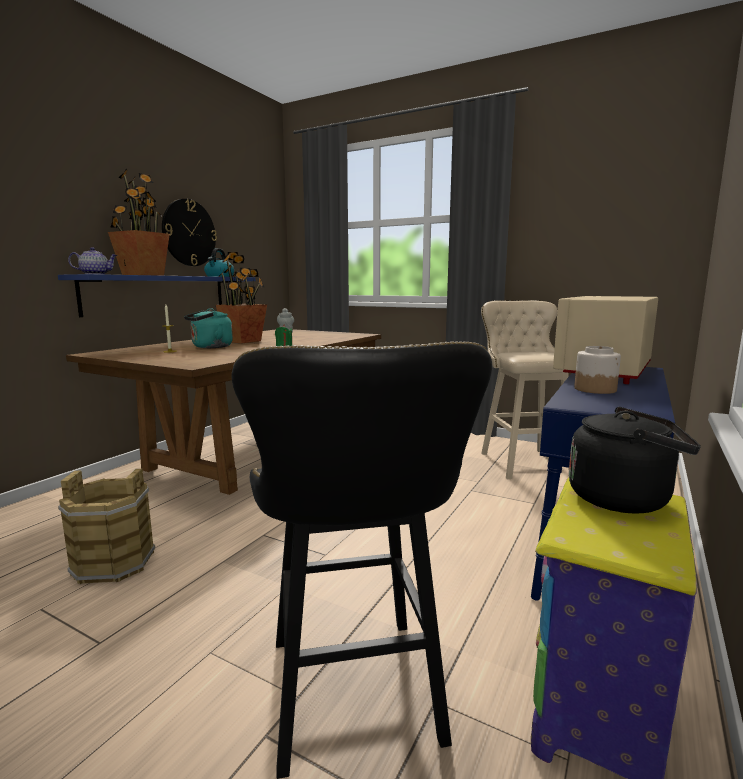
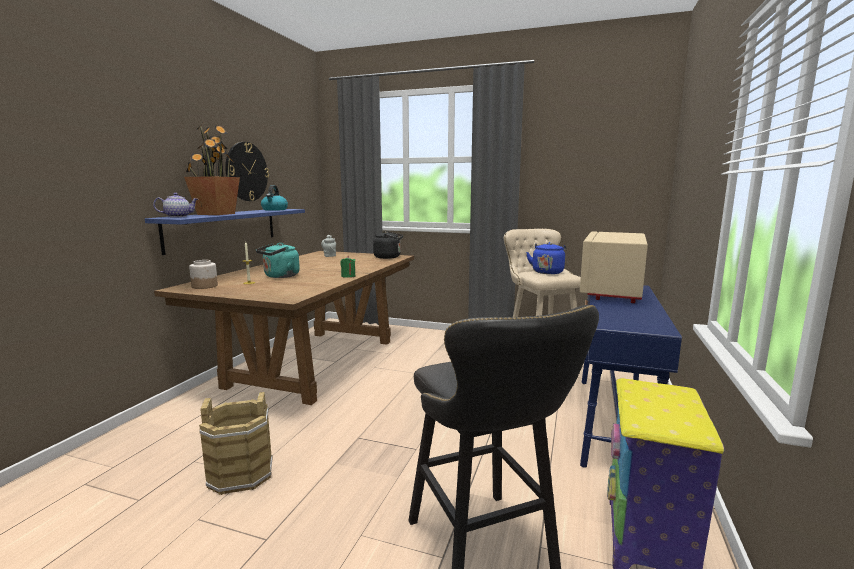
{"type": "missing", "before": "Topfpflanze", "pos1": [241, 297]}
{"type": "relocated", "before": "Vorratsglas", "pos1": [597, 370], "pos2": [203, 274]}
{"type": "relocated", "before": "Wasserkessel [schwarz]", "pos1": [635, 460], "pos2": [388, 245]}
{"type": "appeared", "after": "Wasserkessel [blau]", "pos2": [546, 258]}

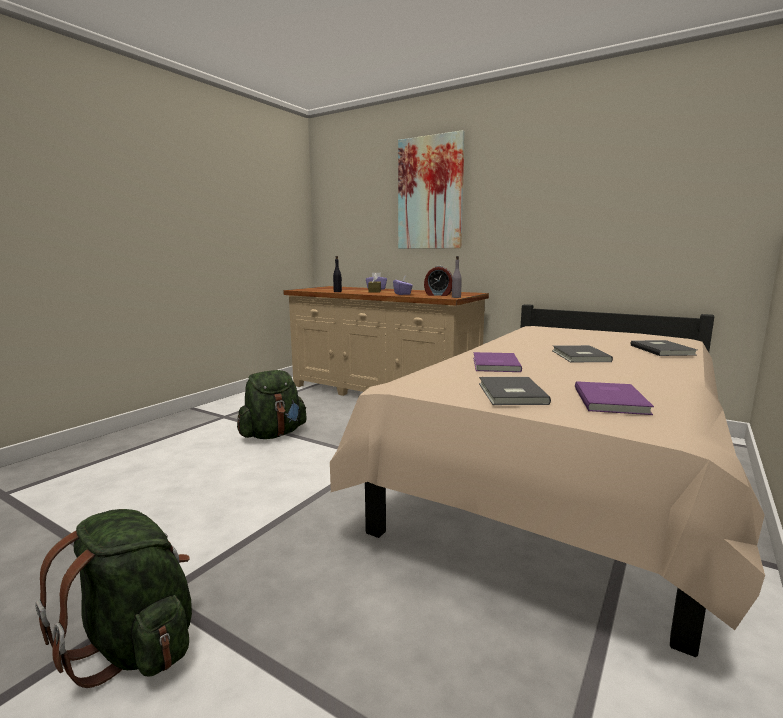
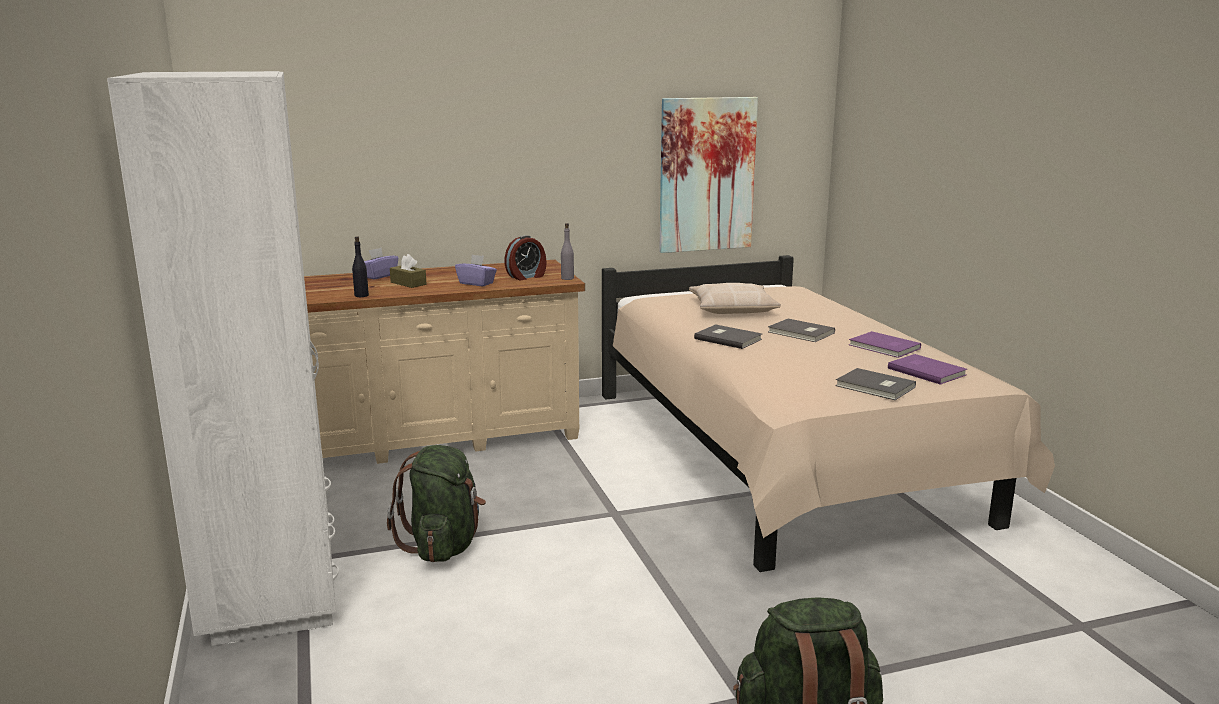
{"type": "relocated", "before": "Bild", "pos1": [431, 189], "pos2": [708, 175]}
{"type": "relocated", "before": "Buch [grau]", "pos1": [663, 348], "pos2": [728, 336]}
{"type": "relocated", "before": "Buch [lila]", "pos1": [497, 362], "pos2": [885, 344]}
{"type": "appeared", "after": "Kleiderschrank [weiß]", "pos2": [223, 358]}
{"type": "appeared", "after": "Kissen [beige]", "pos2": [735, 298]}

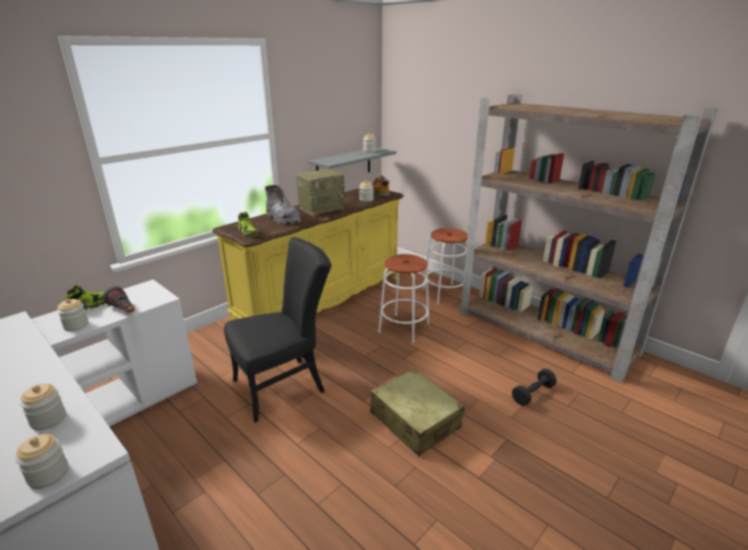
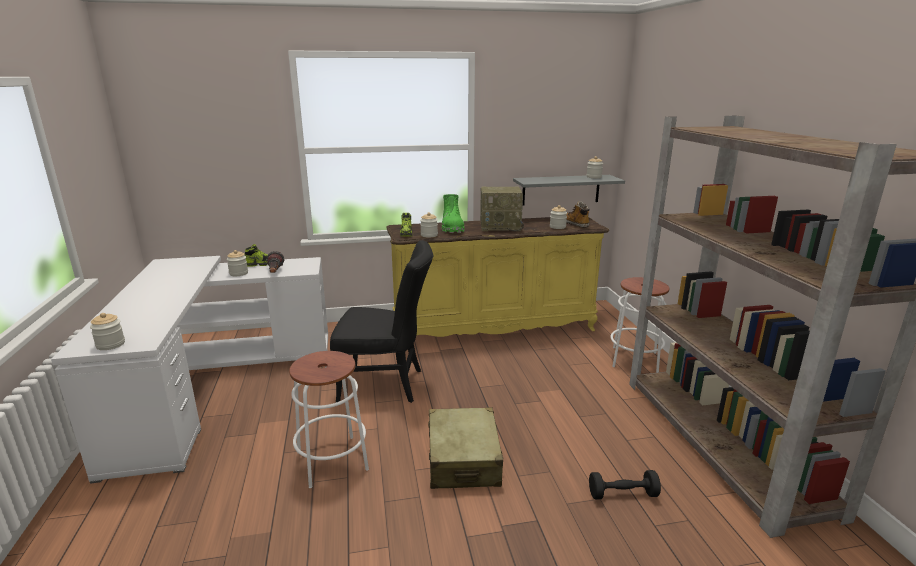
{"type": "colour", "before": "Stiefel [grau]", "after": "Stiefel [grün]", "pos1": [283, 204], "pos2": [453, 213]}
{"type": "relocated", "before": "Hocker [weiß]", "pos1": [403, 298], "pos2": [329, 419]}
{"type": "relocated", "before": "Vorratsglas", "pos1": [43, 407], "pos2": [429, 225]}

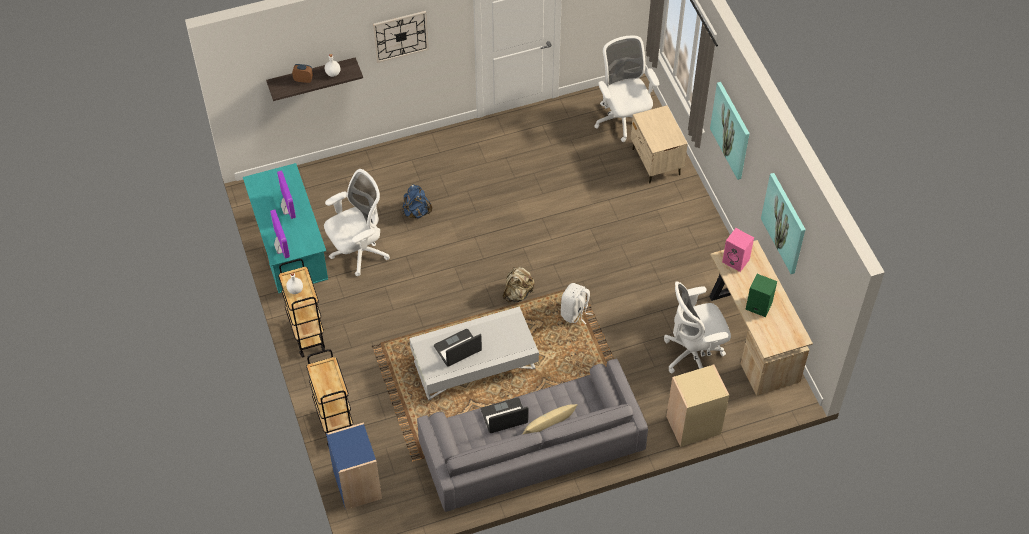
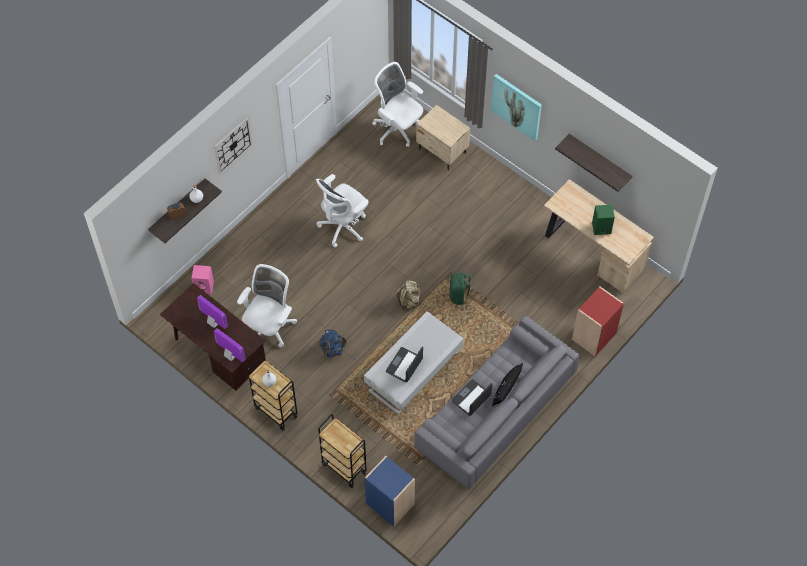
{"type": "colour", "before": "Schreibtisch [türkis]", "after": "Schreibtisch [braun]", "pos1": [285, 228], "pos2": [213, 337]}
{"type": "exchanged", "before": "Bild", "after": "Wandregal", "pos1": [783, 223], "pos2": [593, 163]}
{"type": "relocated", "before": "Rucksack [blau]", "pos1": [417, 202], "pos2": [332, 343]}
{"type": "relocated", "before": "Lautsprecher [rosa]", "pos1": [738, 250], "pos2": [203, 279]}
{"type": "relocated", "before": "Bürostuhl [weiß]", "pos1": [697, 327], "pos2": [342, 211]}
{"type": "colour", "before": "Rucksack [weiß]", "after": "Rucksack [grün]", "pos1": [577, 303], "pos2": [461, 289]}
{"type": "colour", "before": "Bücherregal [beige]", "after": "Bücherregal [rot]", "pos1": [697, 405], "pos2": [598, 321]}
{"type": "colour", "before": "Kissen [beige]", "after": "Kissen [schwarz]", "pos1": [550, 419], "pos2": [507, 384]}

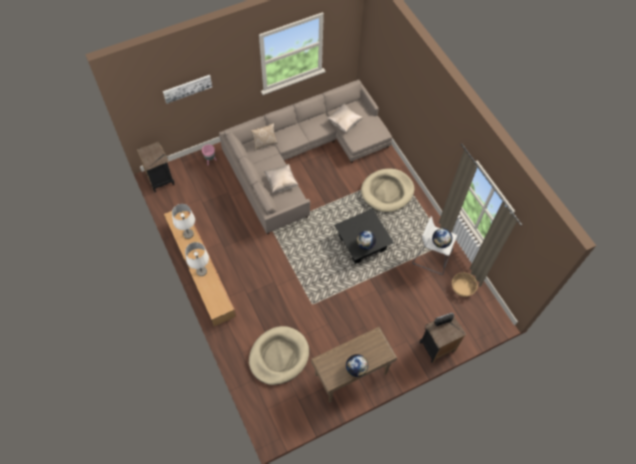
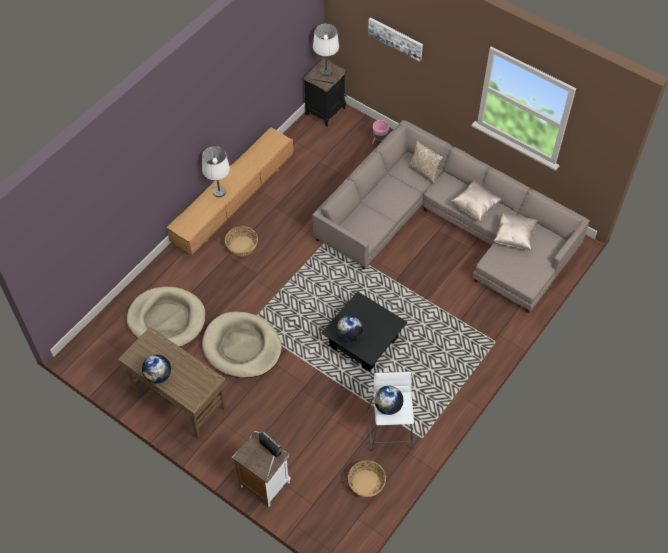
{"type": "relocated", "before": "Kissen [beige]", "pos1": [281, 178], "pos2": [476, 200]}
{"type": "relocated", "before": "Hundebett [beige]", "pos1": [387, 190], "pos2": [242, 345]}
{"type": "relocated", "before": "Tischlampe [weiß]", "pos1": [183, 221], "pos2": [326, 50]}
{"type": "colour", "before": "Nachttisch [schwarz]", "after": "Nachttisch [weiß]", "pos1": [443, 339], "pos2": [261, 469]}
{"type": "appeared", "after": "Korb", "pos2": [241, 241]}

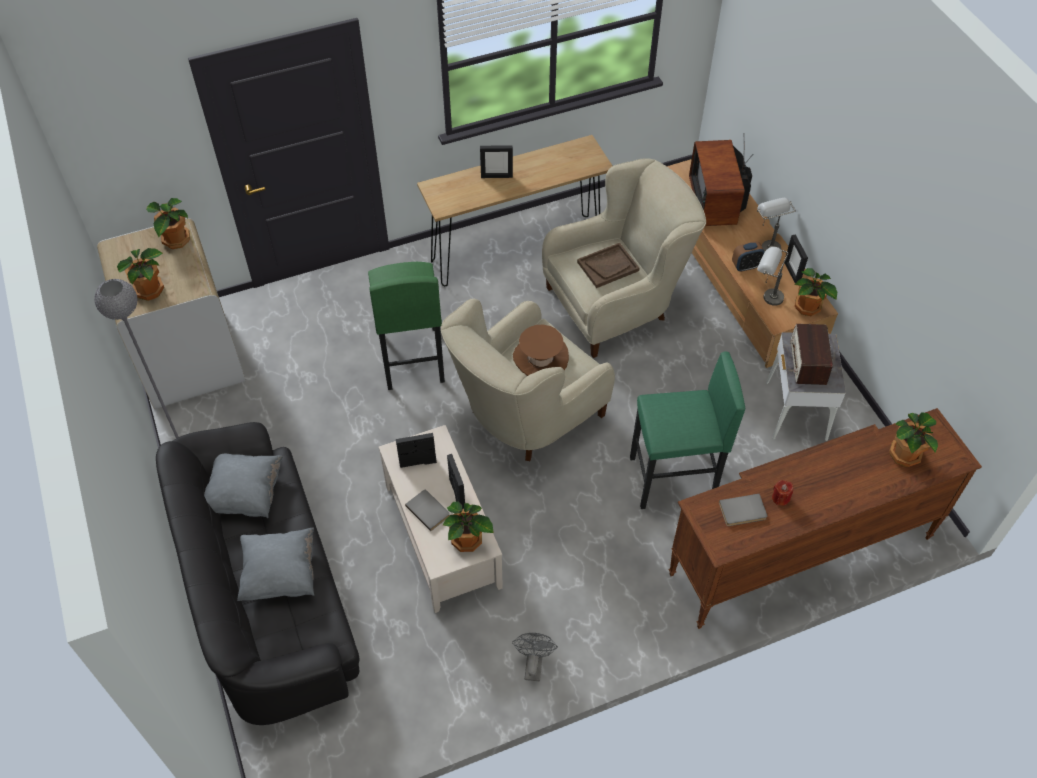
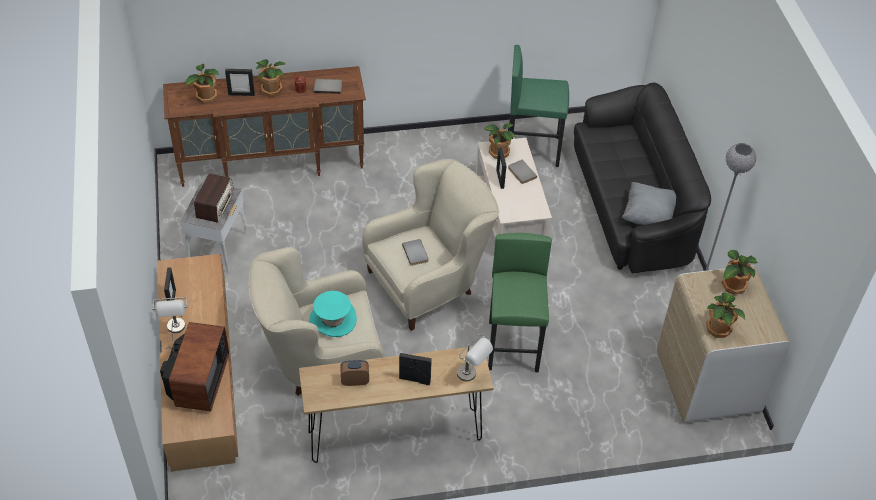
{"type": "relocated", "before": "Wecker", "pos1": [748, 256], "pos2": [354, 373]}
{"type": "exchanged", "before": "Tablett [braun]", "after": "Hut [türkis]", "pos1": [608, 265], "pos2": [333, 314]}
{"type": "relocated", "before": "Tischlampe [grau]", "pos1": [773, 276], "pos2": [475, 357]}
{"type": "relocated", "before": "Topfpflanze", "pos1": [815, 292], "pos2": [271, 78]}
{"type": "exchanged", "before": "Hut [braun]", "after": "Buch [grau]", "pos1": [541, 350], "pos2": [415, 252]}
{"type": "relocated", "before": "Hocker [grün]", "pos1": [687, 430], "pos2": [538, 106]}
{"type": "relocated", "before": "Bilderrahmen", "pos1": [416, 450], "pos2": [240, 82]}
{"type": "missing", "before": "Kissen [grau]", "pos1": [275, 564]}
{"type": "missing", "before": "Ventilator [grau]", "pos1": [535, 657]}

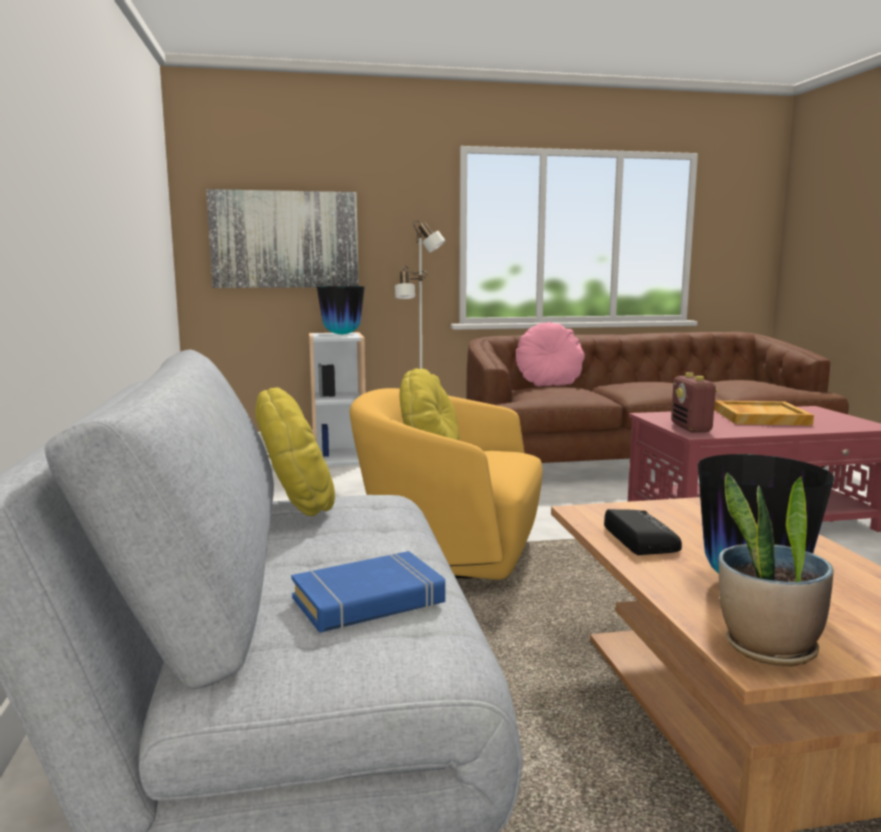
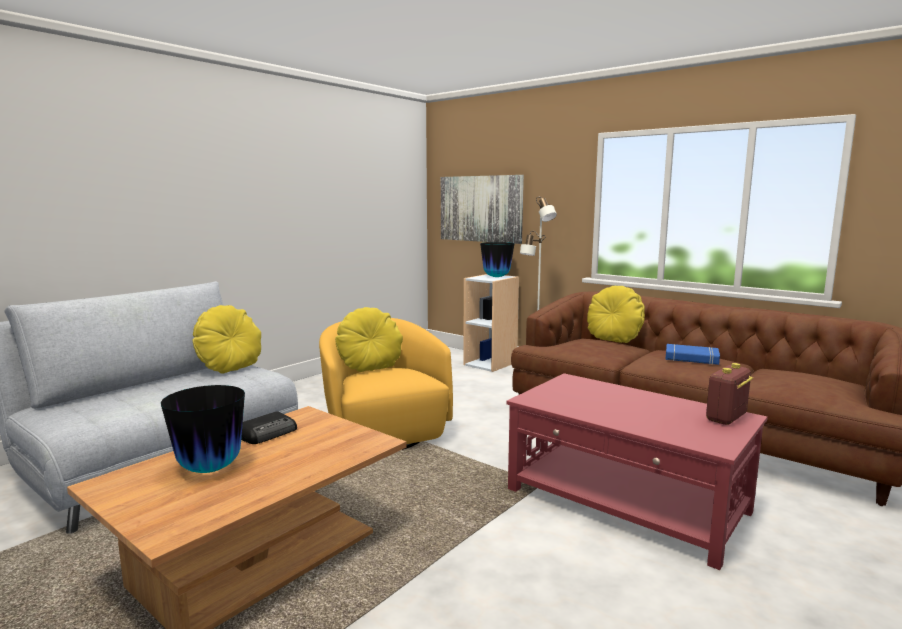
{"type": "colour", "before": "Kissen [rosa]", "after": "Kissen [gelb]", "pos1": [550, 354], "pos2": [616, 314]}
{"type": "relocated", "before": "Radio", "pos1": [695, 402], "pos2": [729, 394]}
{"type": "missing", "before": "Tablett [beige]", "pos1": [764, 413]}
{"type": "missing", "before": "Topfpflanze", "pos1": [776, 570]}
{"type": "relocated", "before": "Buch [blau]", "pos1": [368, 592], "pos2": [692, 354]}

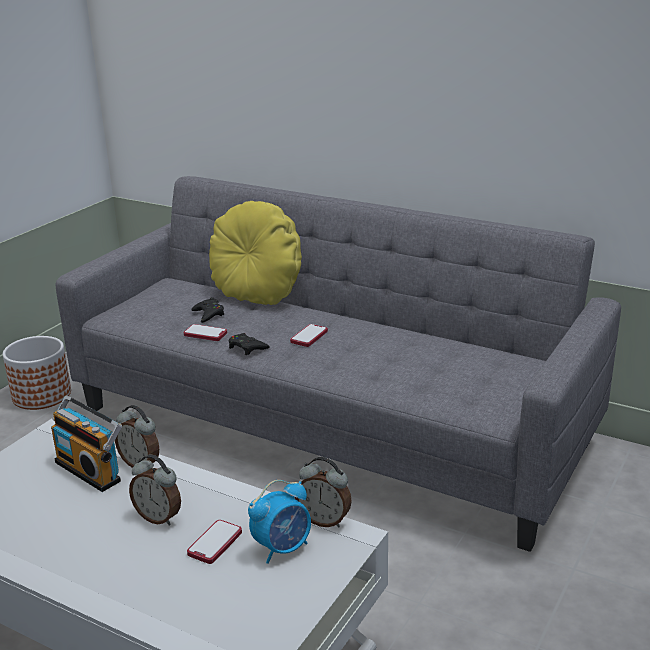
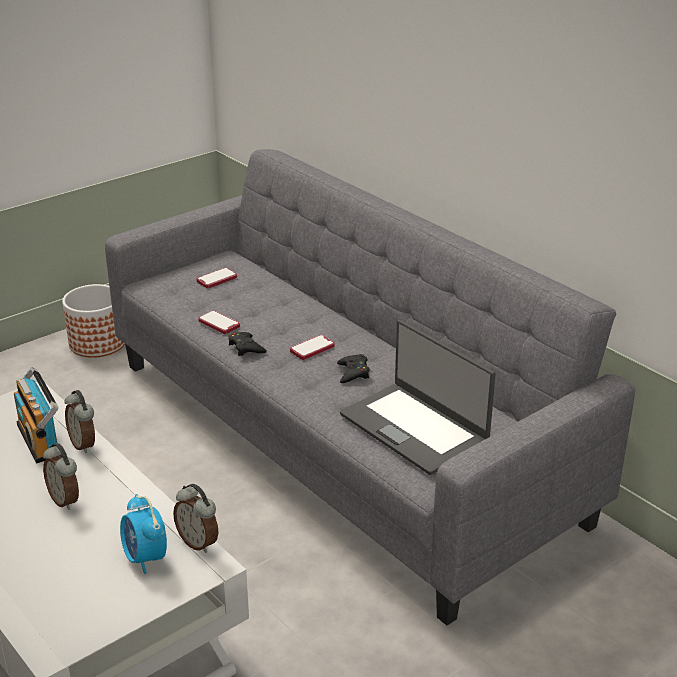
{"type": "missing", "before": "Kissen [gelb]", "pos1": [255, 253]}
{"type": "relocated", "before": "Gamepad [schwarz]", "pos1": [207, 310], "pos2": [353, 368]}
{"type": "spun", "before": "Wecker", "pos1": [279, 522], "pos2": [143, 534], "turn": 75}
{"type": "relocated", "before": "Handy", "pos1": [214, 542], "pos2": [217, 278]}
{"type": "appeared", "after": "Laptop", "pos2": [418, 397]}

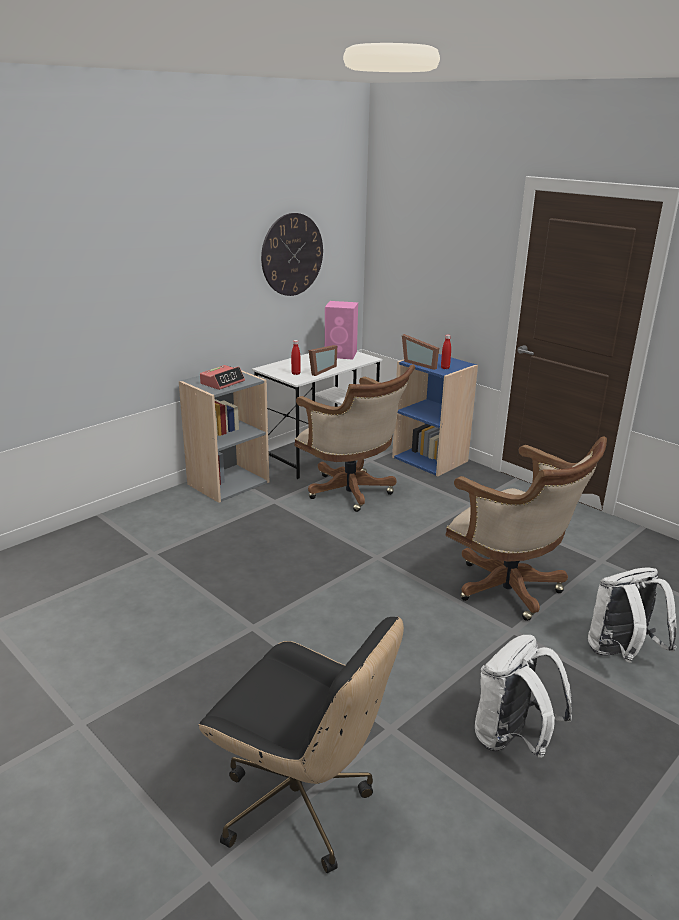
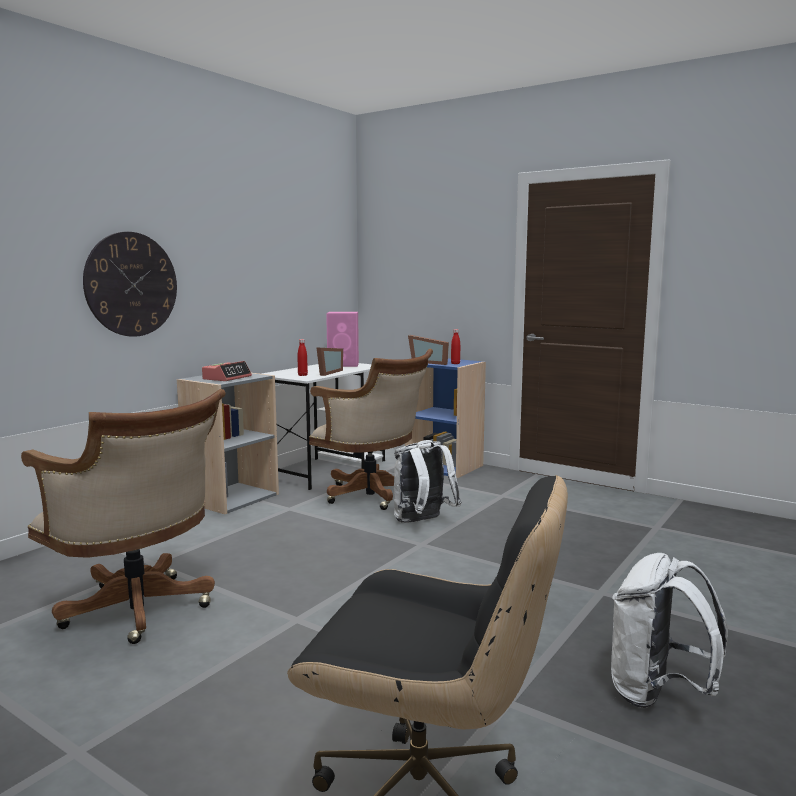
{"type": "relocated", "before": "Wanduhr", "pos1": [292, 254], "pos2": [130, 284]}
{"type": "relocated", "before": "Bürostuhl", "pos1": [526, 529], "pos2": [123, 516]}
{"type": "relocated", "before": "Rucksack [weiß]", "pos1": [632, 615], "pos2": [427, 481]}

